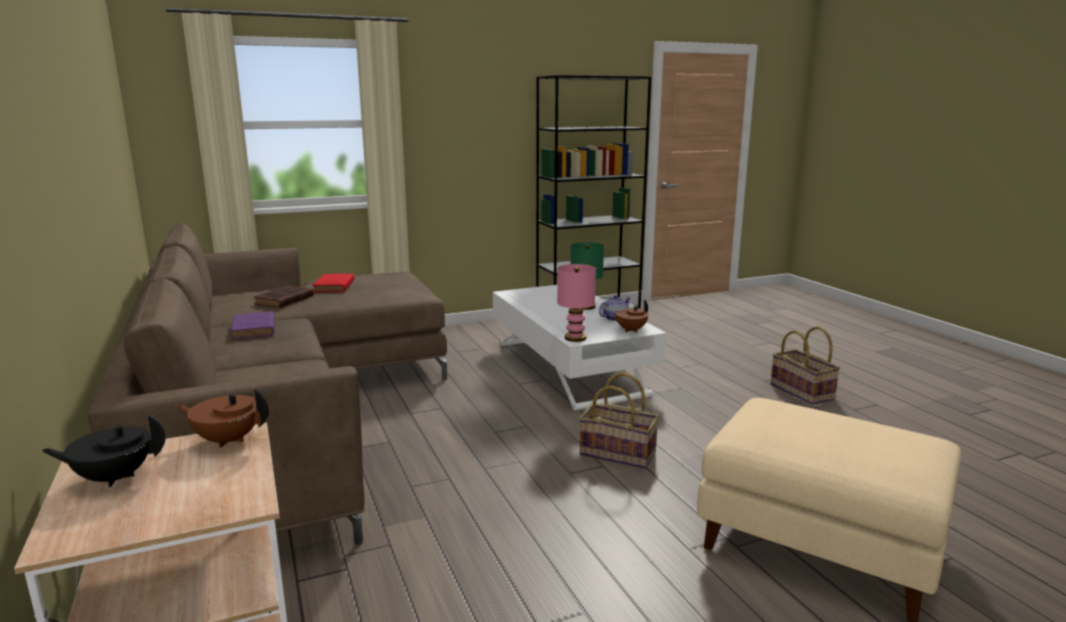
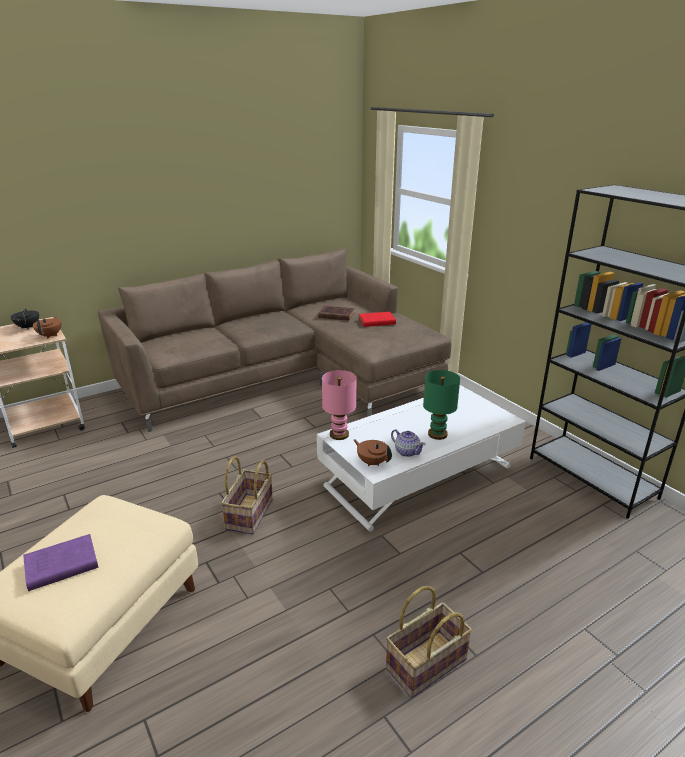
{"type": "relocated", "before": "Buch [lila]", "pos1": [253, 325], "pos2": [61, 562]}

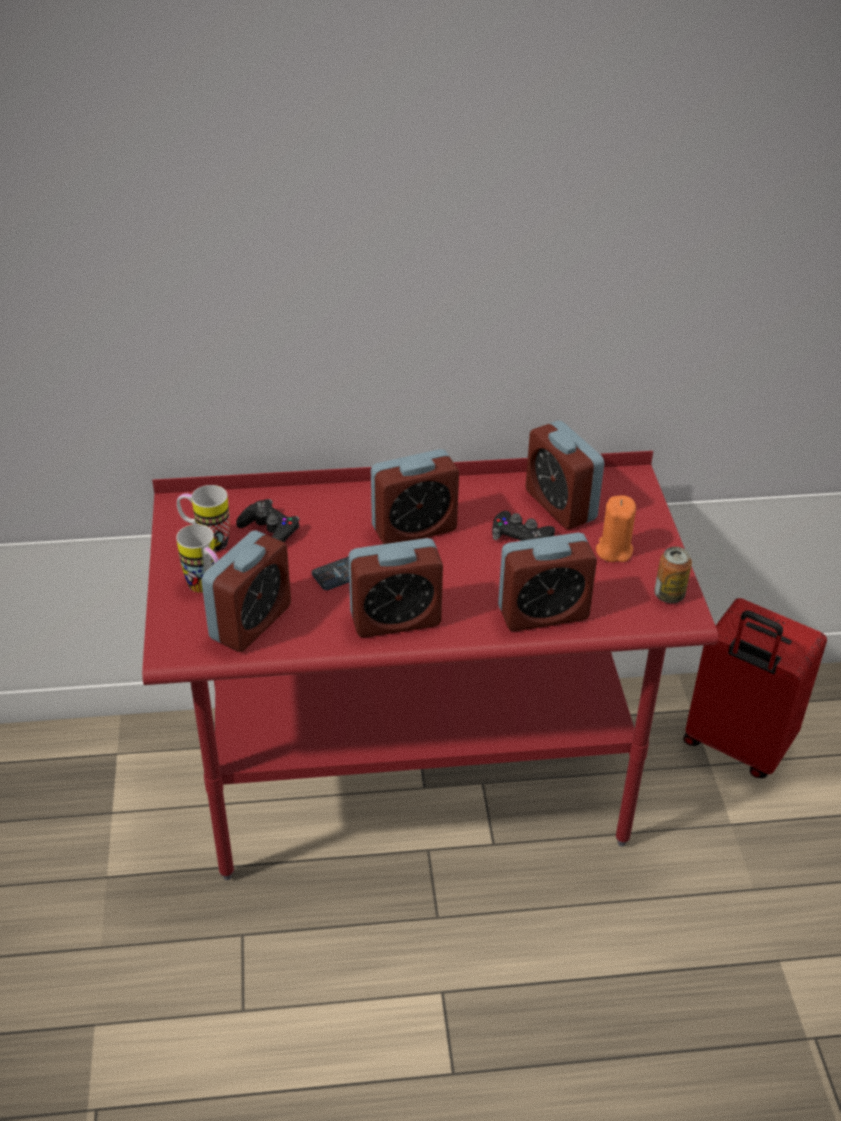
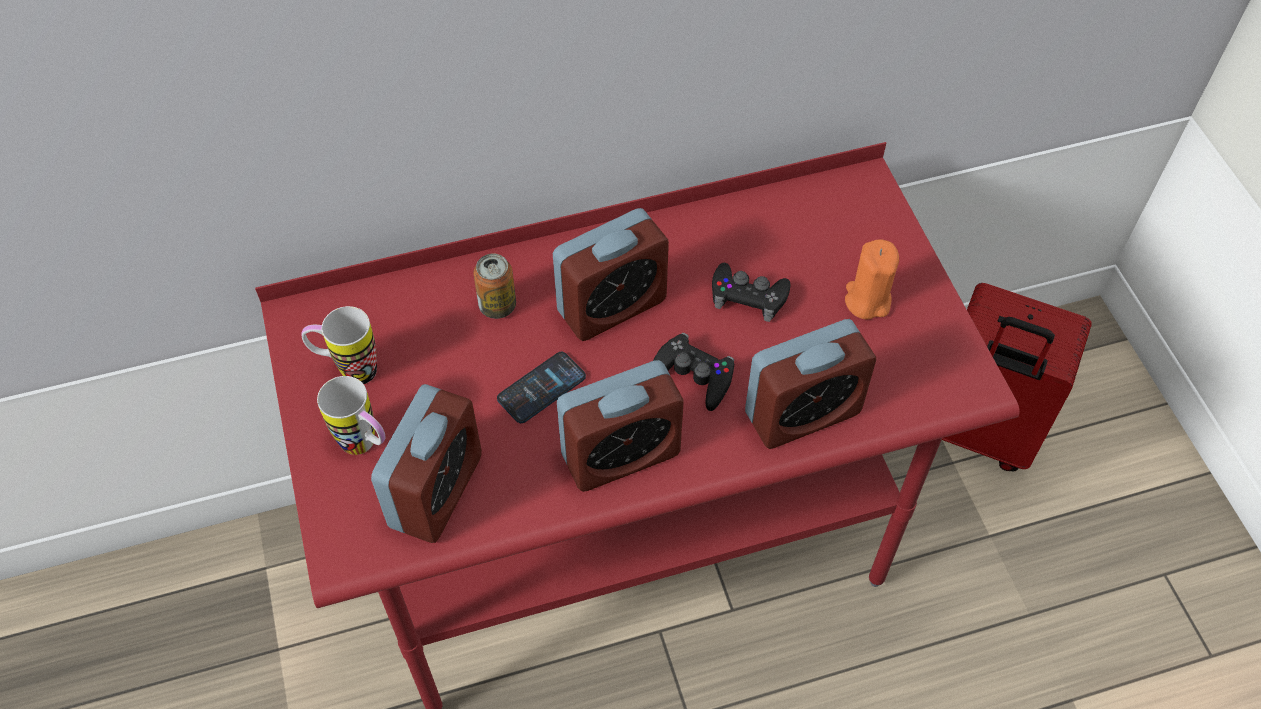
{"type": "missing", "before": "Wecker", "pos1": [565, 475]}
{"type": "relocated", "before": "Gamepad [schwarz]", "pos1": [268, 520], "pos2": [693, 372]}
{"type": "relocated", "before": "Dose", "pos1": [673, 575], "pos2": [494, 286]}

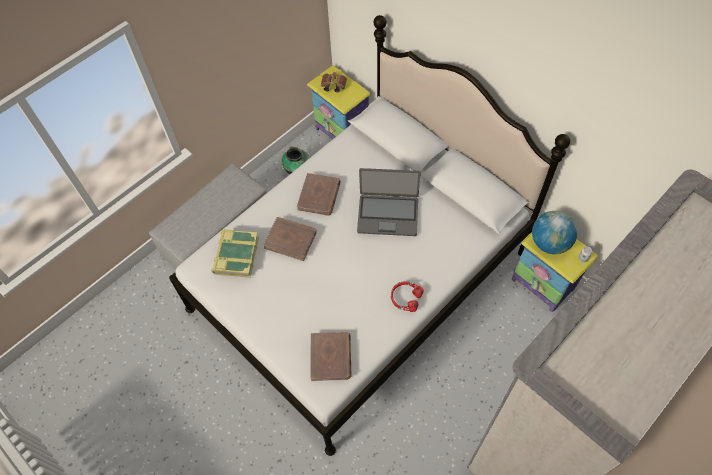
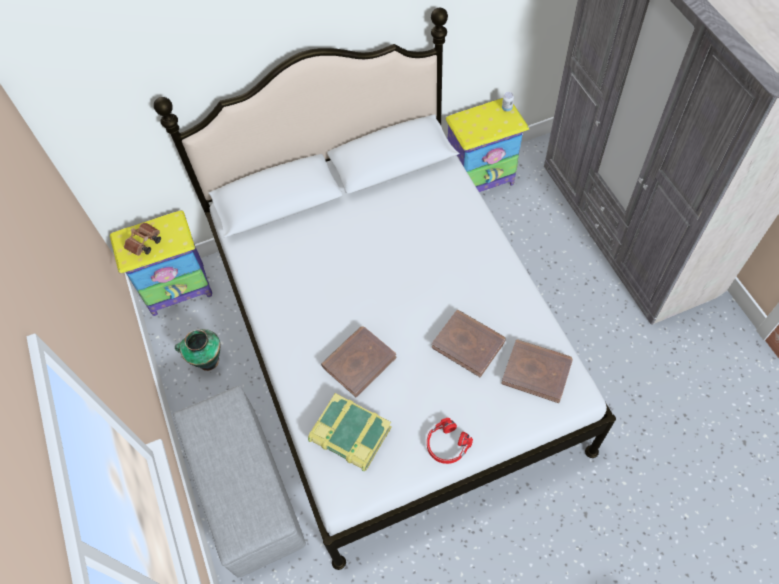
{"type": "missing", "before": "Laptop", "pos1": [389, 202]}
{"type": "relocated", "before": "Buch [braun]", "pos1": [319, 194], "pos2": [469, 343]}
{"type": "missing", "before": "Globus", "pos1": [554, 232]}
{"type": "relocated", "before": "Kopfhörer [rot]", "pos1": [407, 296], "pos2": [450, 441]}

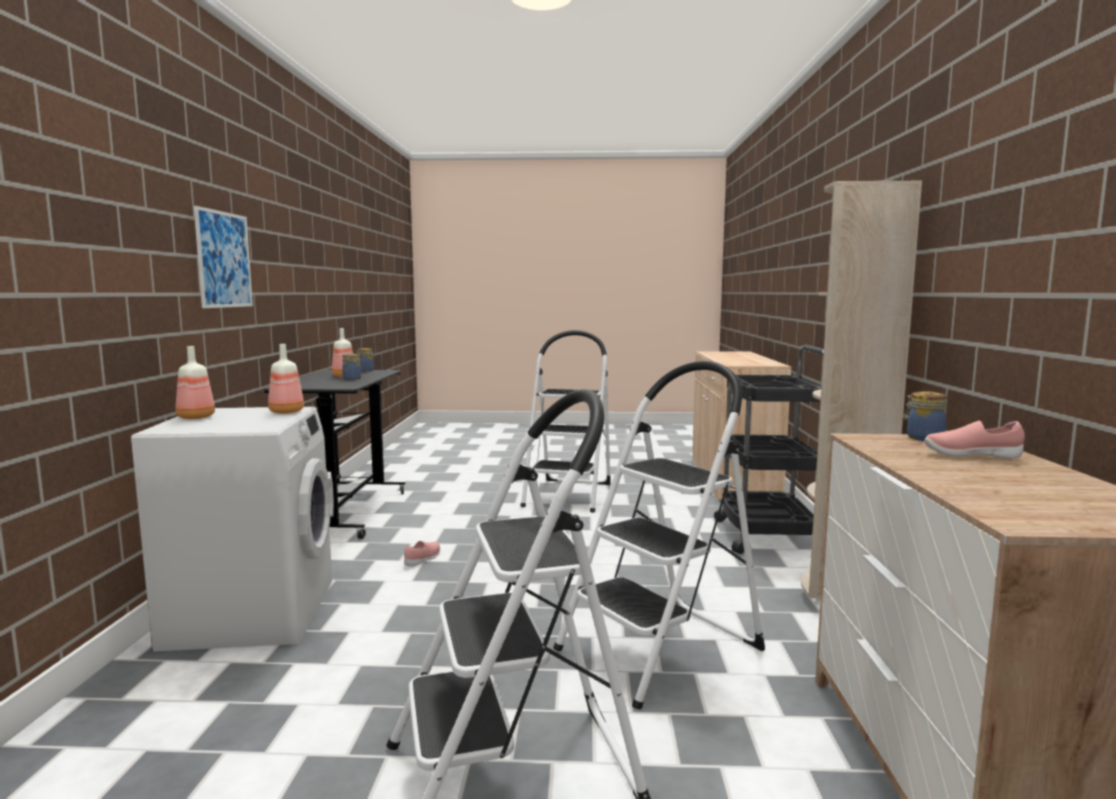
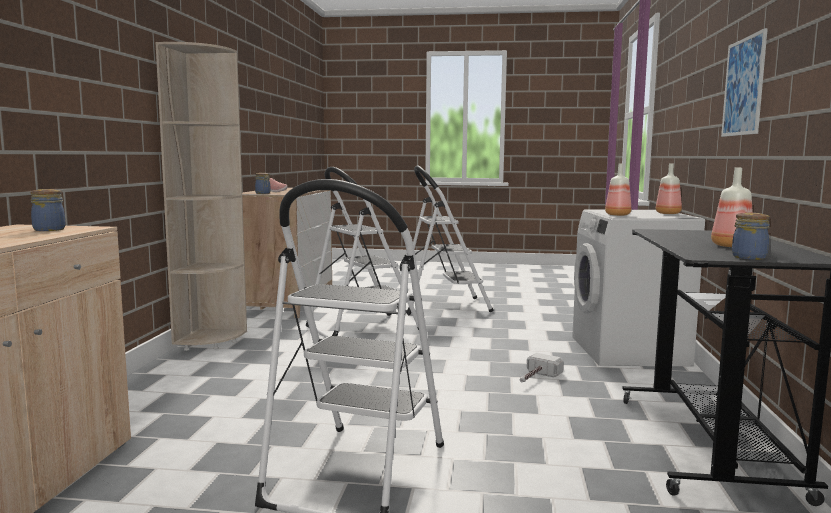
{"type": "missing", "before": "Rollwagen [schwarz]", "pos1": [769, 449]}
{"type": "relocated", "before": "Vorratsglas", "pos1": [351, 367], "pos2": [48, 210]}
{"type": "exchanged", "before": "Schuh [rosa]", "after": "Hammer", "pos1": [422, 553], "pos2": [542, 367]}

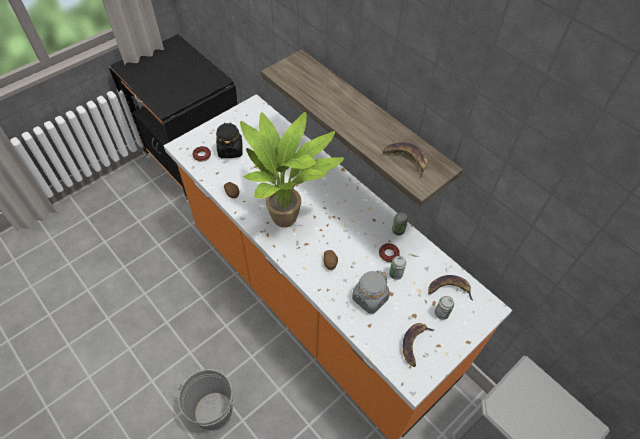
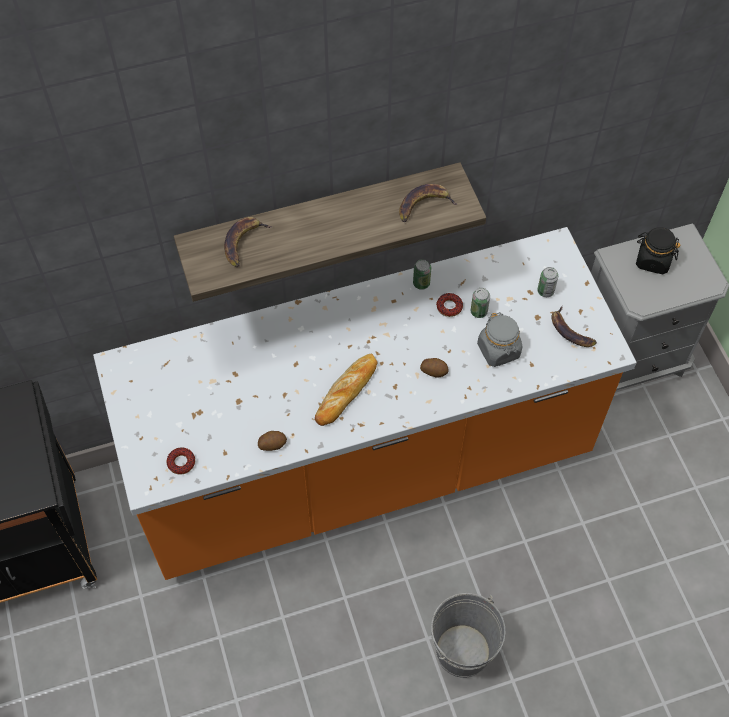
{"type": "exchanged", "before": "Topfpflanze", "after": "Brot", "pos1": [292, 170], "pos2": [346, 390]}
{"type": "relocated", "before": "Vorratsglas [schwarz]", "pos1": [229, 140], "pos2": [658, 250]}
{"type": "relocated", "before": "Banane", "pos1": [450, 288], "pos2": [248, 242]}

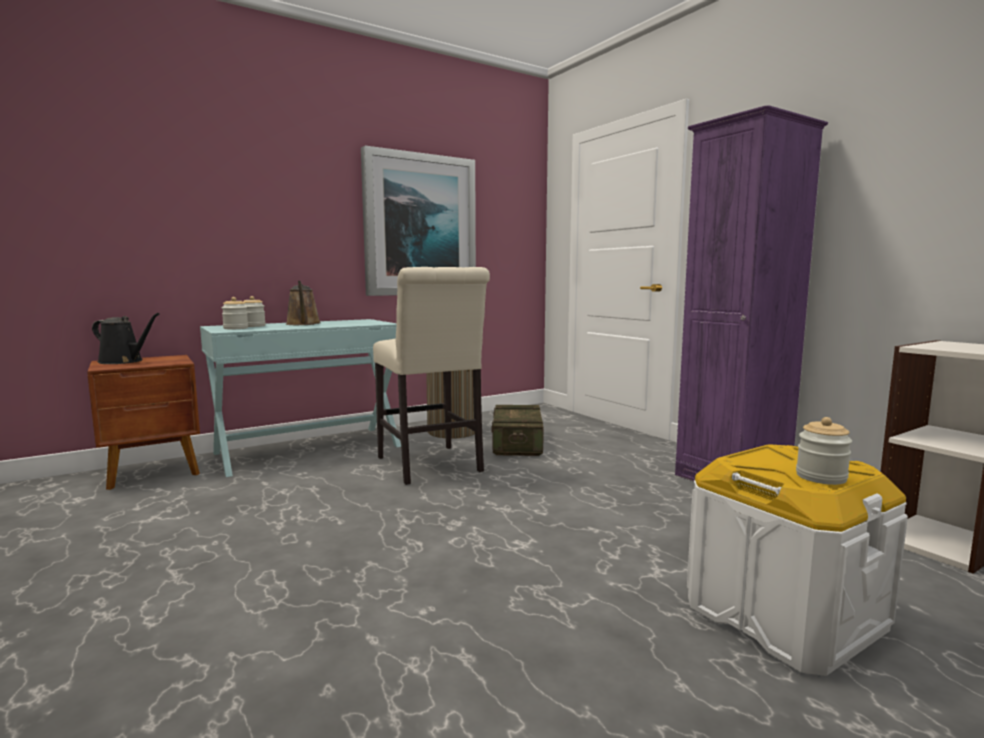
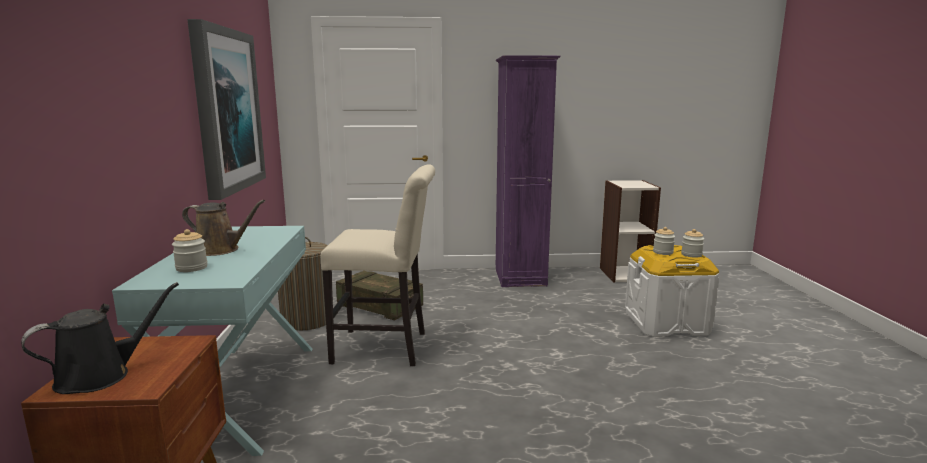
{"type": "relocated", "before": "Vorratsglas", "pos1": [235, 313], "pos2": [664, 241]}

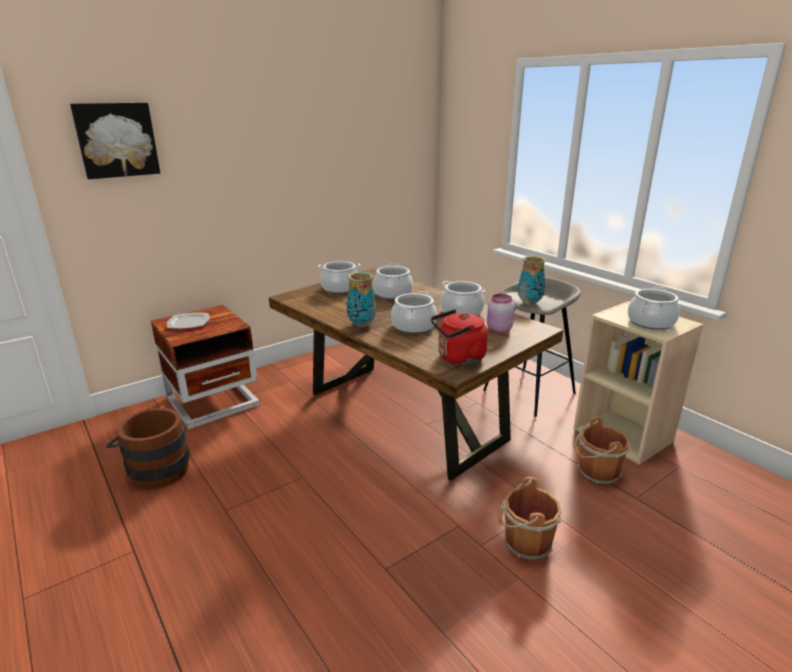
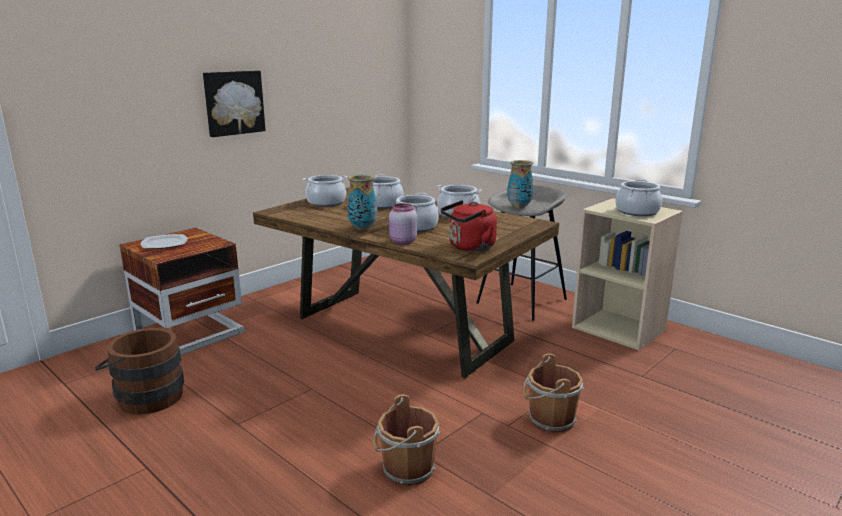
{"type": "relocated", "before": "Bild", "pos1": [115, 141], "pos2": [234, 104]}
{"type": "relocated", "before": "Vorratsglas [rosa]", "pos1": [501, 313], "pos2": [403, 224]}
{"type": "relocated", "before": "Eimer [braun]", "pos1": [602, 450], "pos2": [406, 440]}

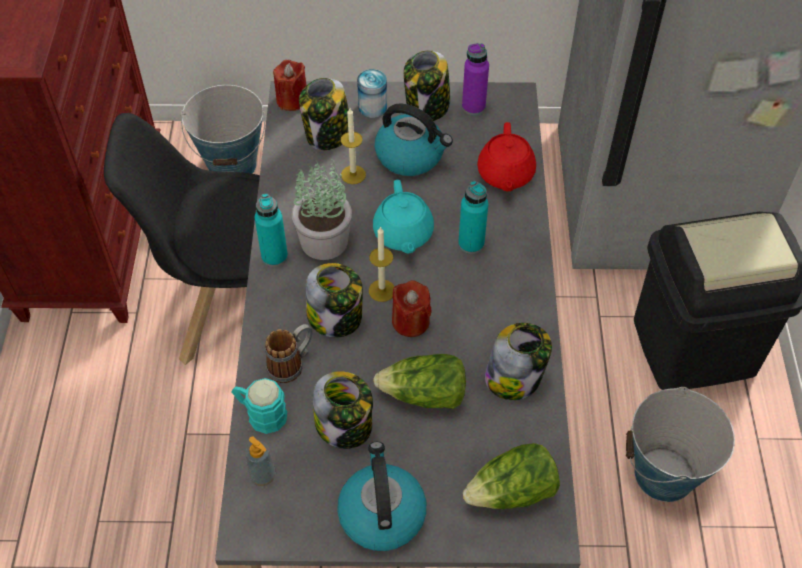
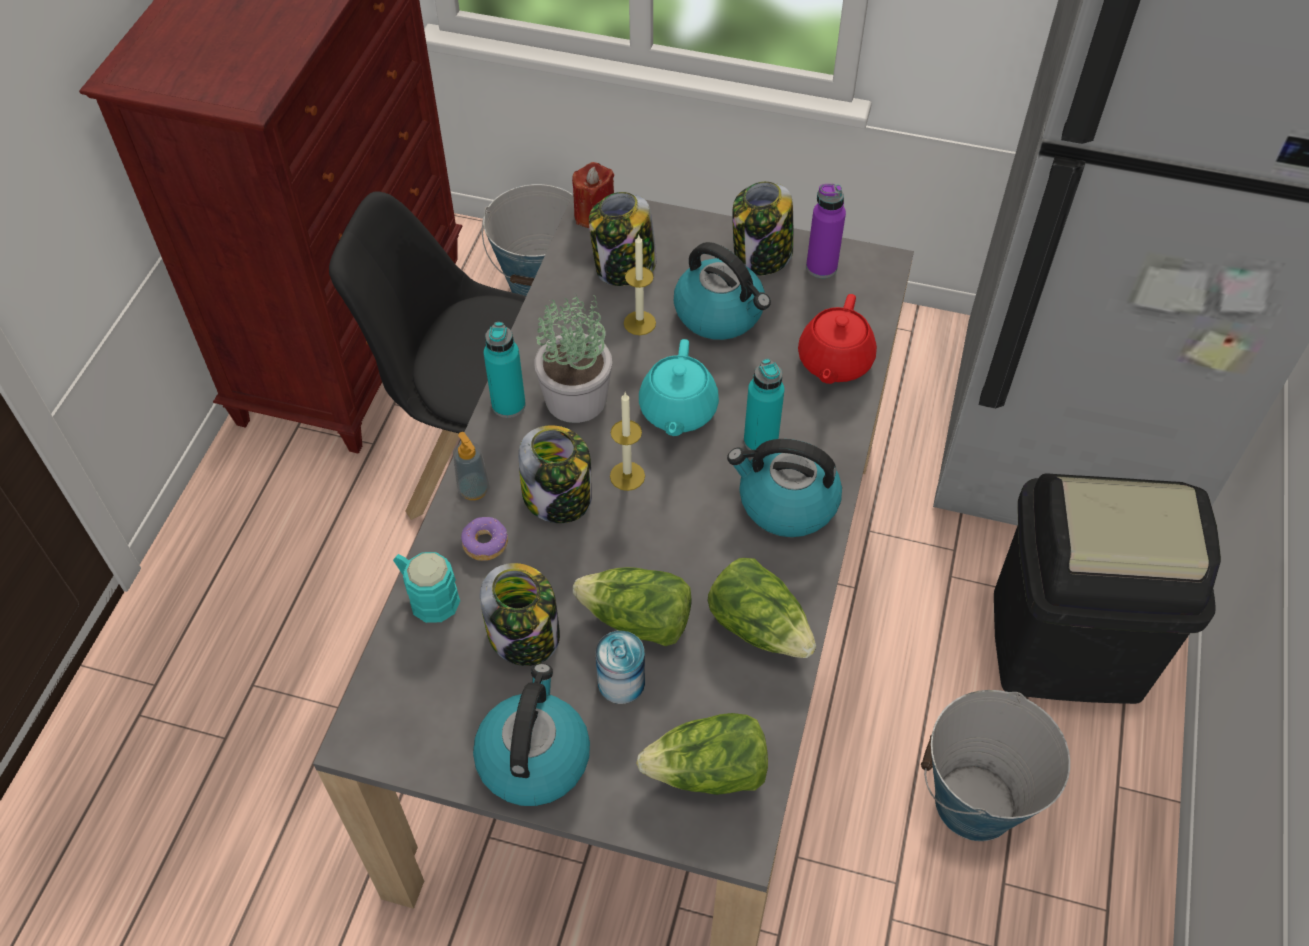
{"type": "relocated", "before": "Dose", "pos1": [372, 93], "pos2": [620, 667]}
{"type": "missing", "before": "Kerze [rot]", "pos1": [412, 308]}
{"type": "exchanged", "before": "Vorratsglas", "after": "Salatkopf", "pos1": [518, 361], "pos2": [762, 608]}
{"type": "exchanged", "before": "Henkelbecher", "after": "Donut", "pos1": [289, 353], "pos2": [484, 539]}
{"type": "relocated", "before": "Seifenspender", "pos1": [260, 461], "pos2": [471, 466]}
{"type": "appeared", "after": "Wasserkessel", "pos2": [784, 488]}

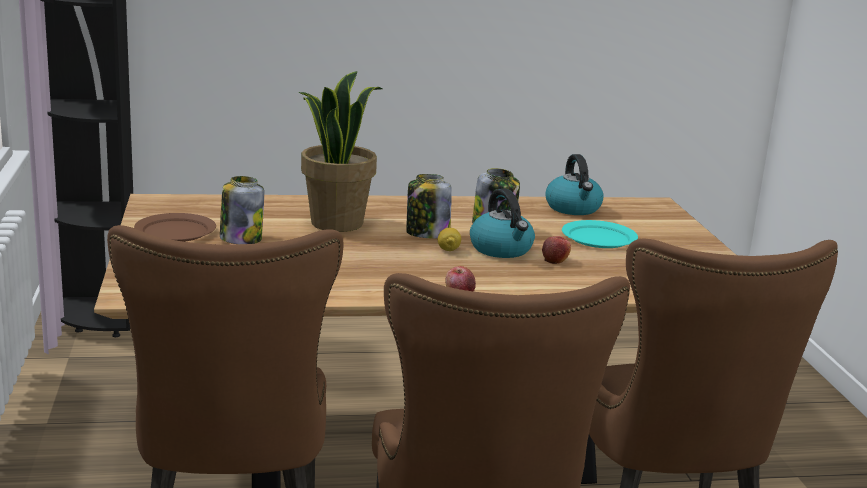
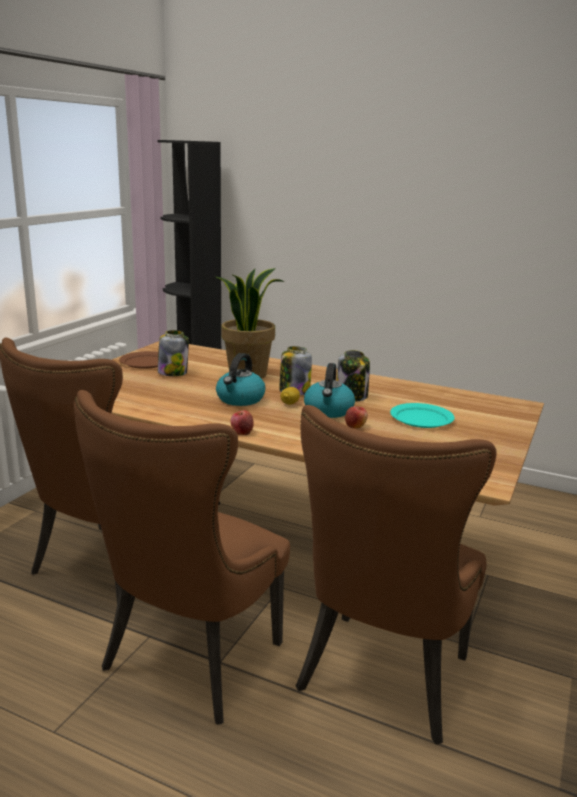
{"type": "relocated", "before": "Wasserkessel", "pos1": [574, 184], "pos2": [240, 379]}

